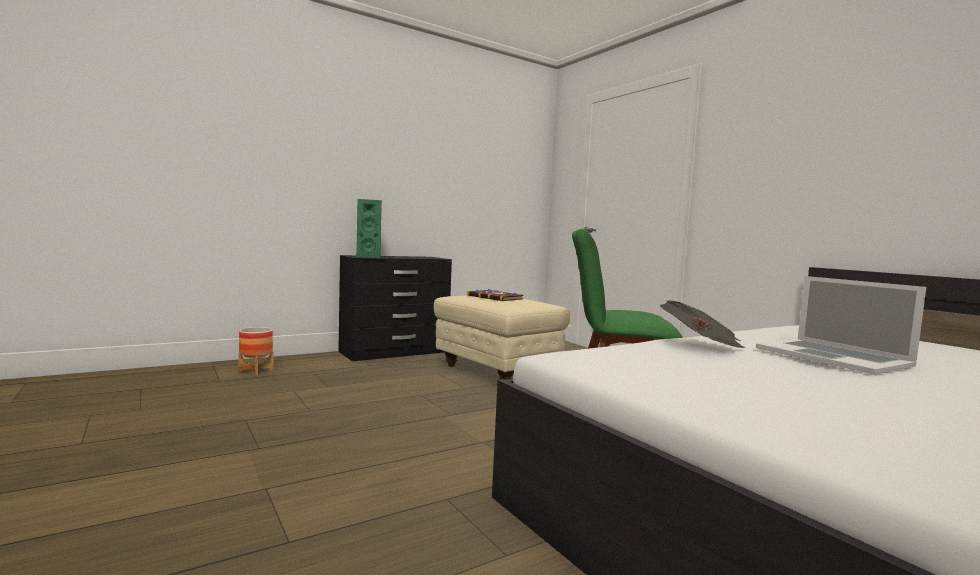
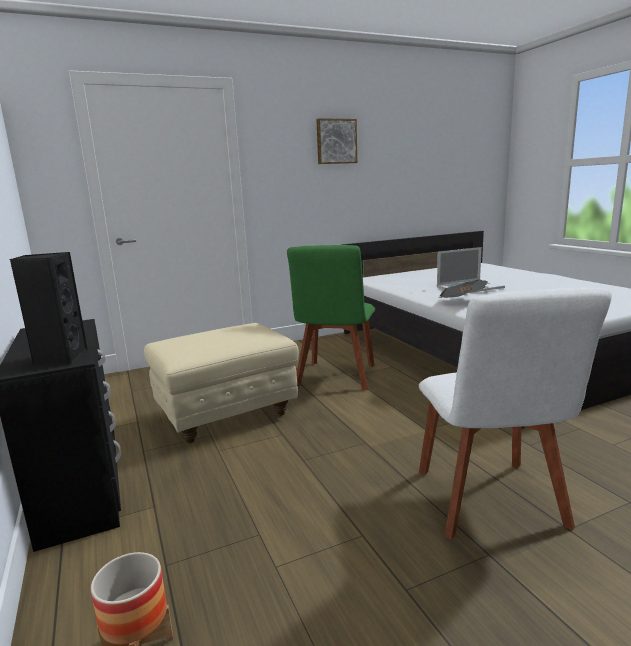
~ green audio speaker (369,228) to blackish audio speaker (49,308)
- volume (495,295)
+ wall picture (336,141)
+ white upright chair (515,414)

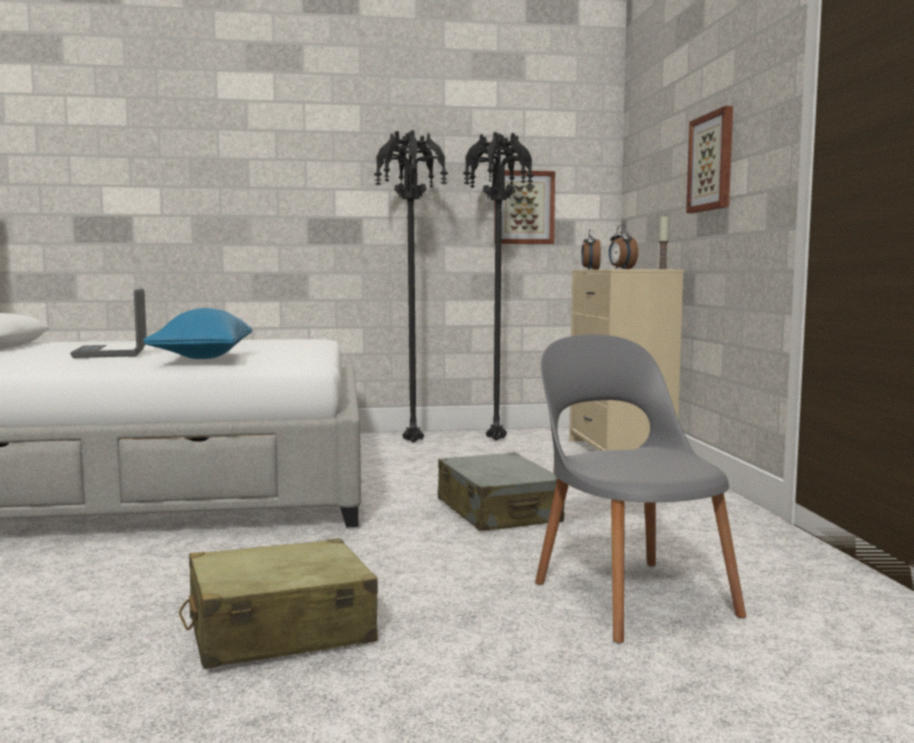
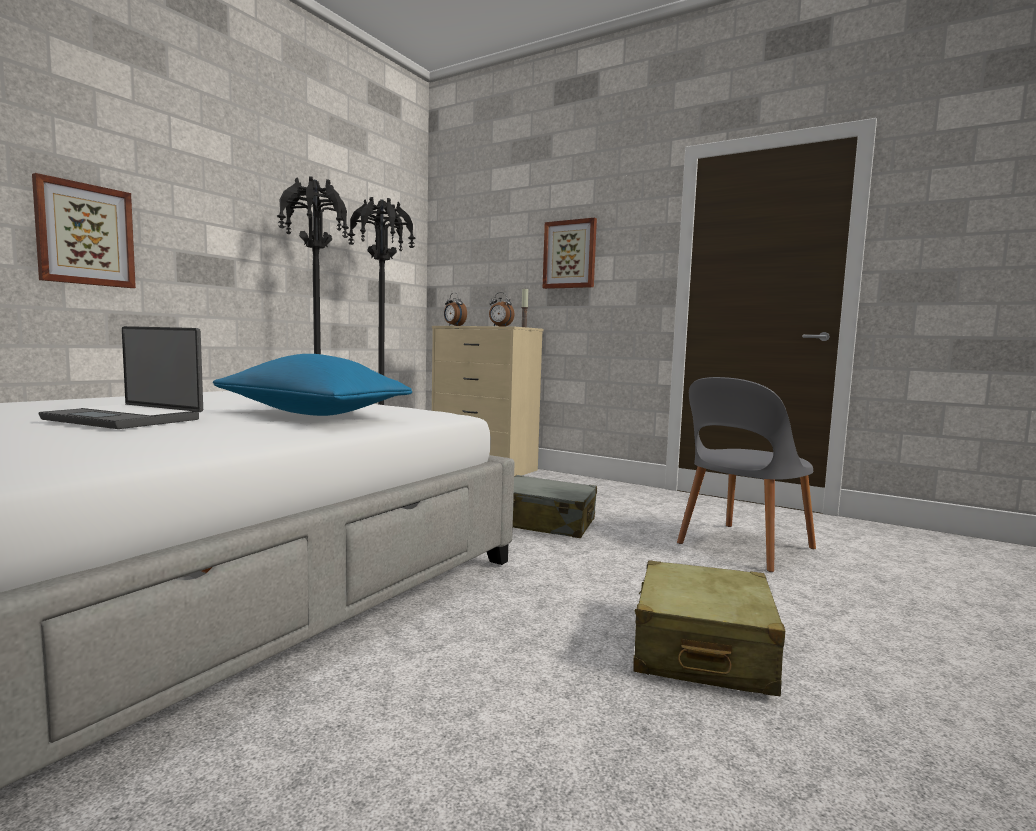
~ wall picture (524,207) to (84,230)
~ greyish upright chair (640,489) = (746,474) 60 degrees counterclockwise

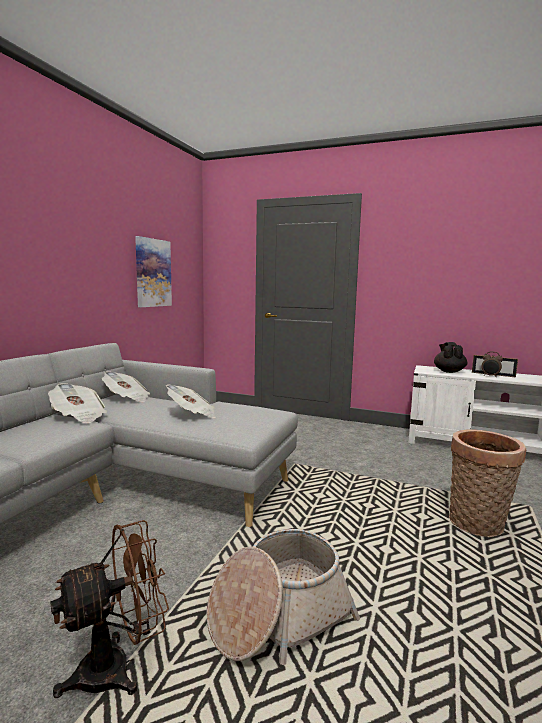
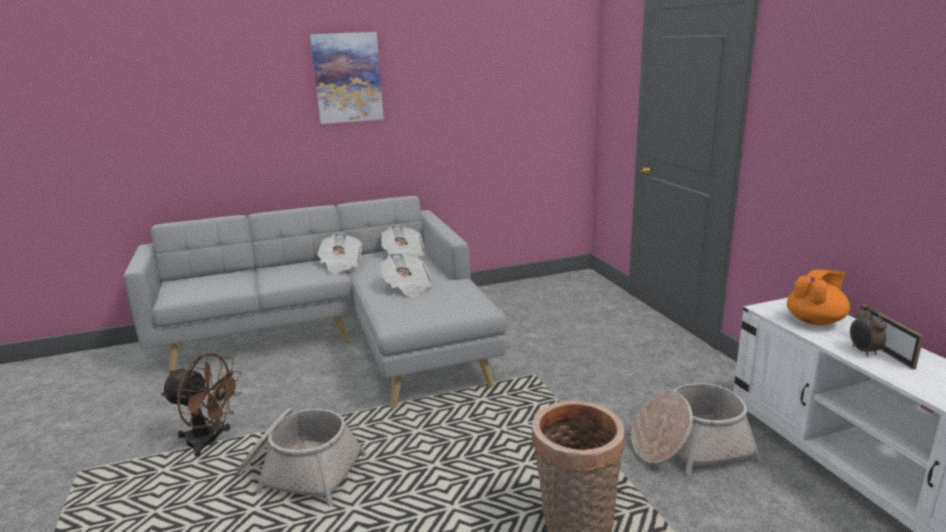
~ wall picture (153,271) to (347,78)
~ blackish pot for tea (450,357) to orangey pot for tea (818,297)
+ household basket (696,429)

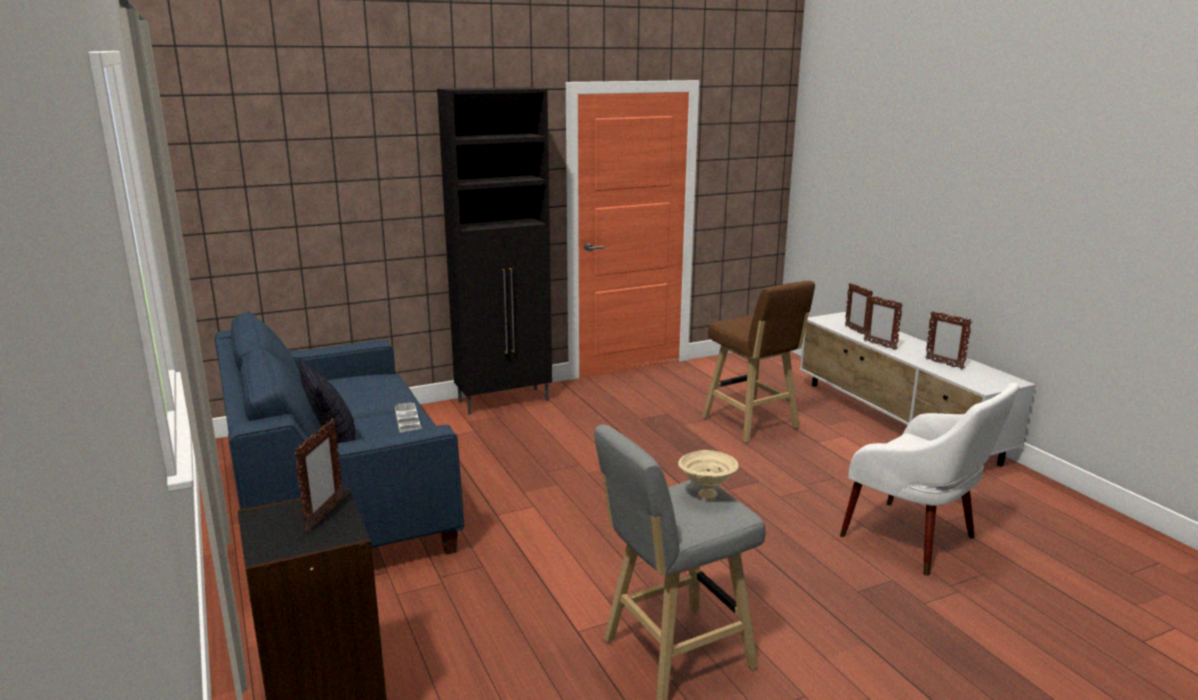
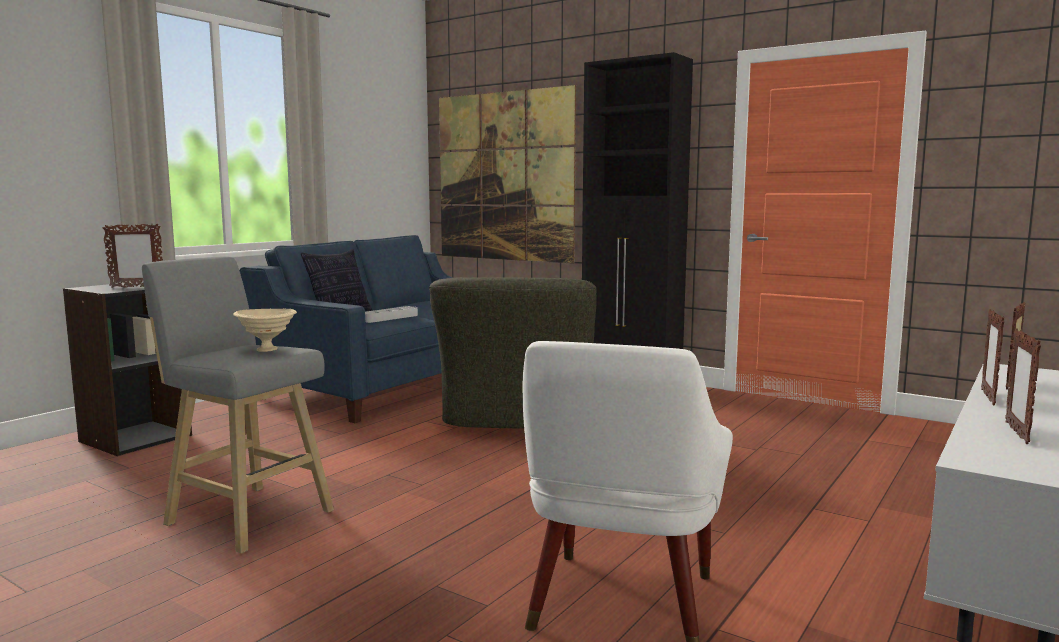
- brown-coloured stool (758,362)
+ green armchair (513,353)
+ wall picture (507,174)

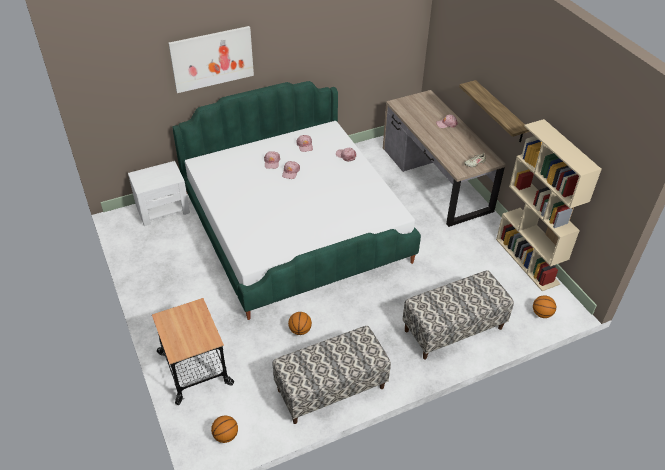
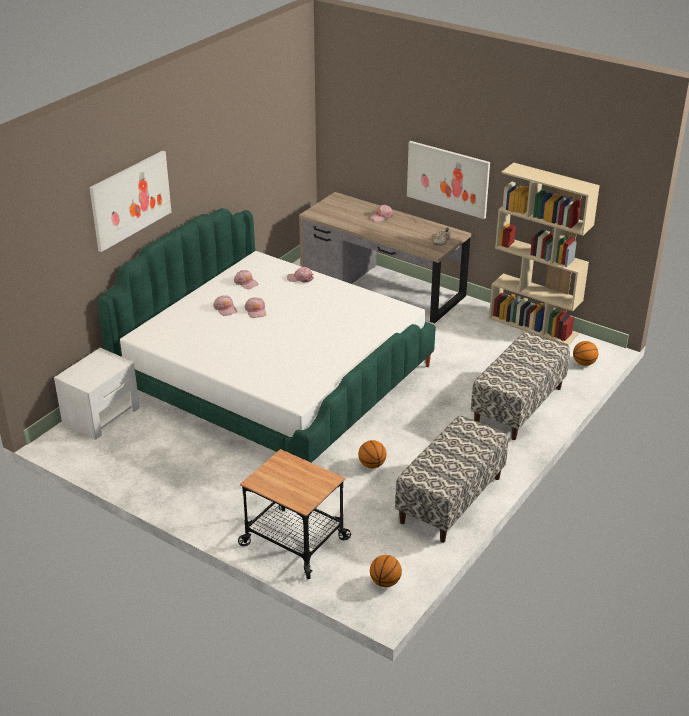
~ bracket shelf (494,111) to wall picture (448,180)

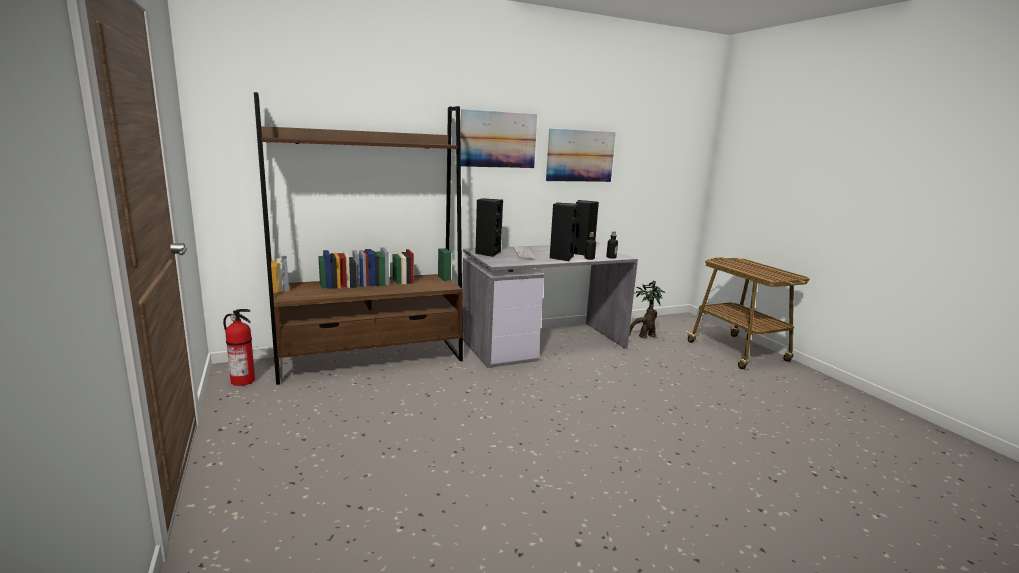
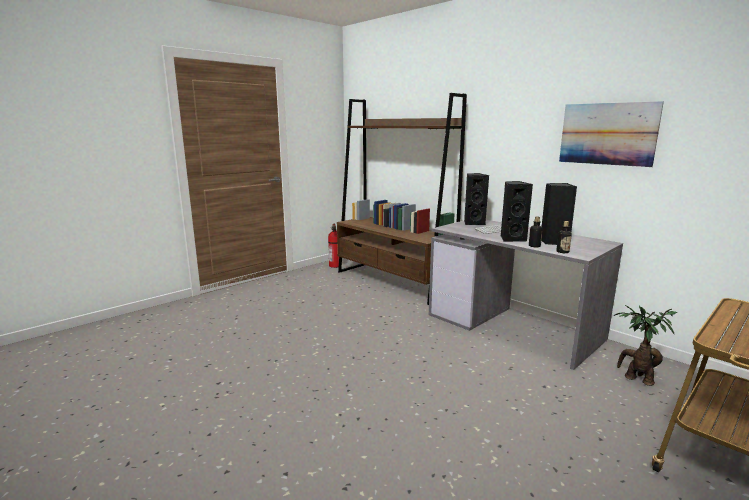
- wall picture (498,138)

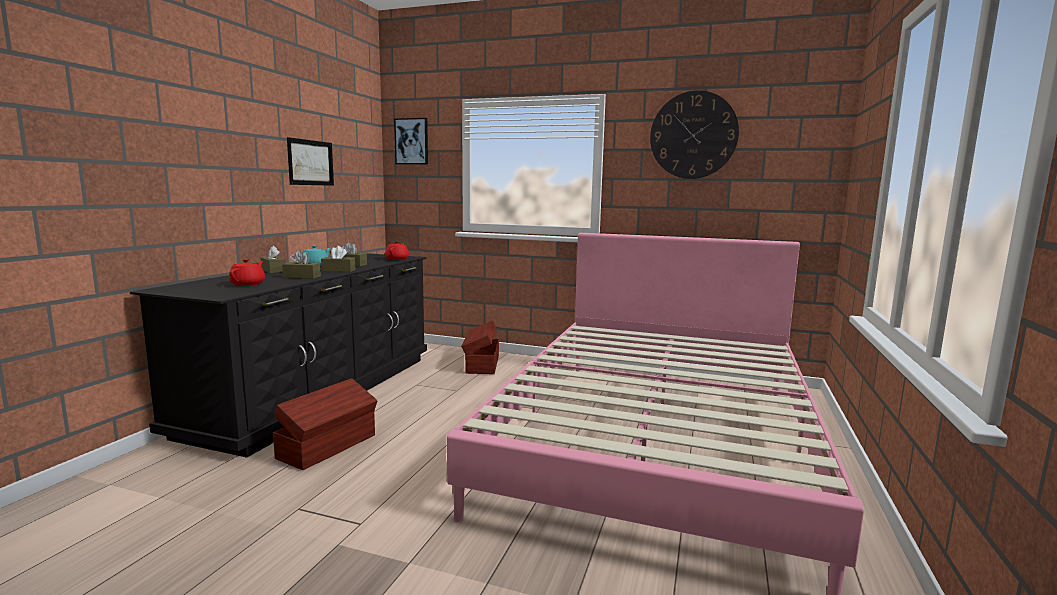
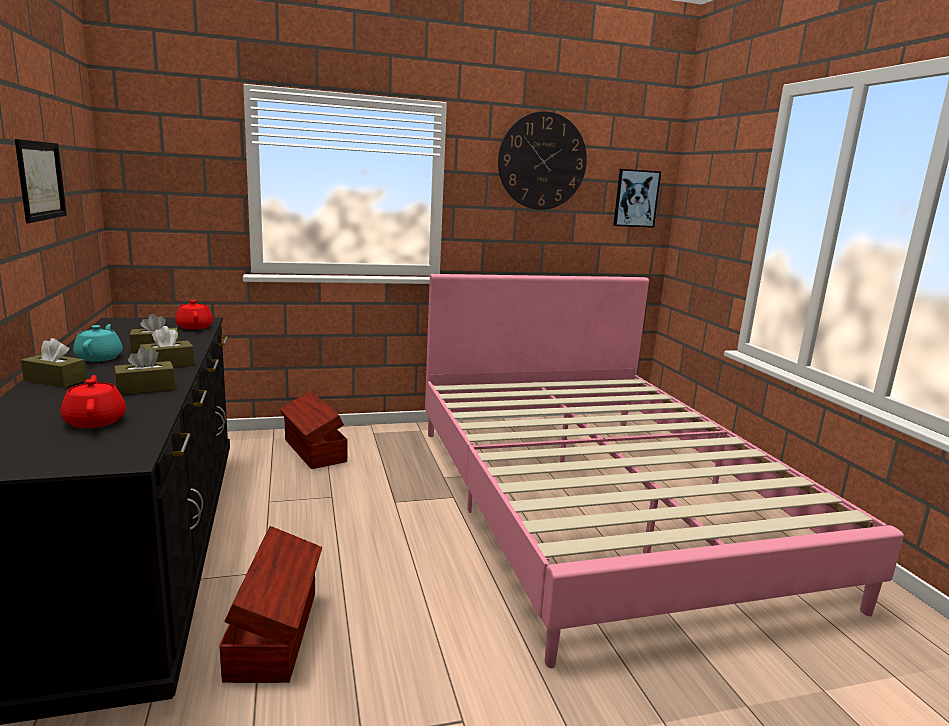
~ wall picture (411,141) to (637,198)

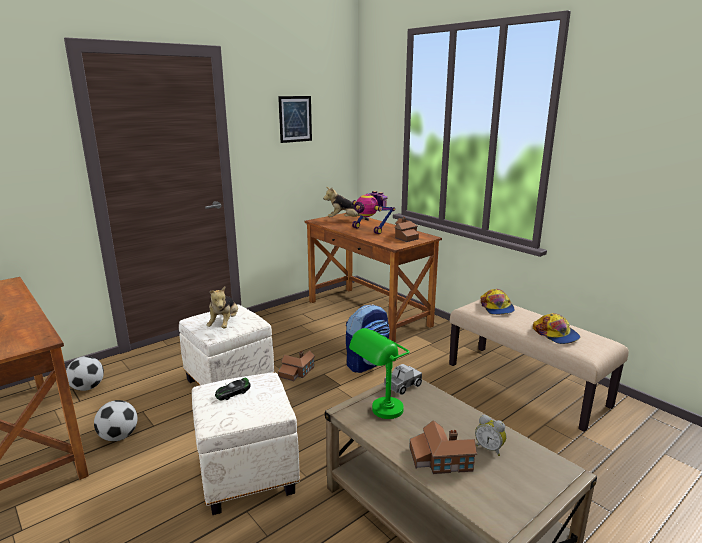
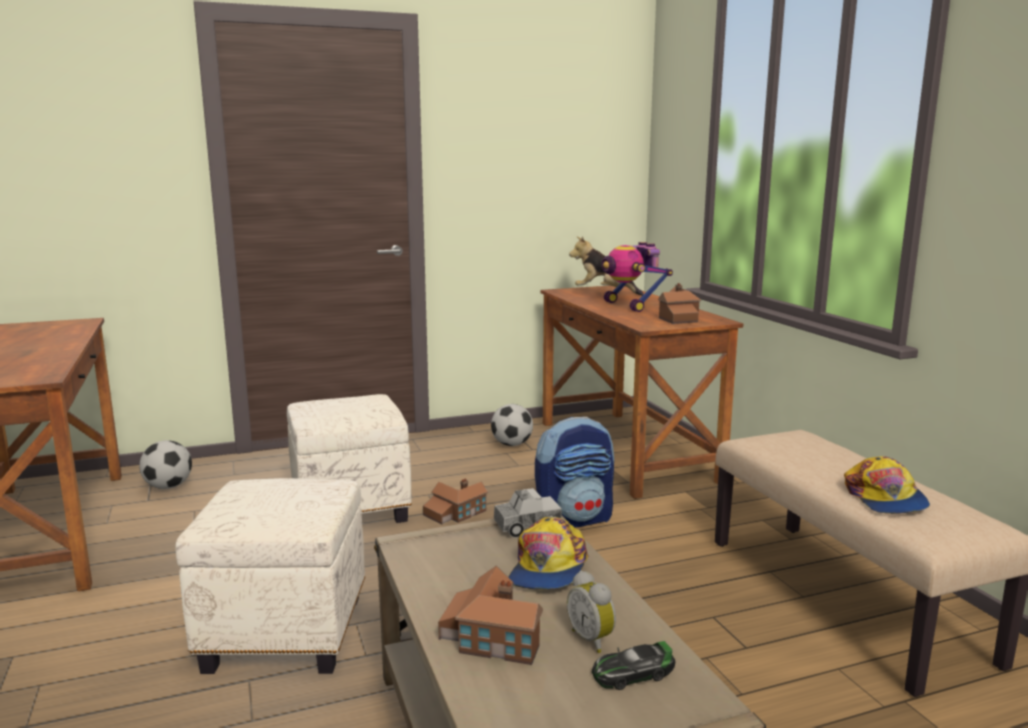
~ ball for football (116,420) to (512,425)
- soft toy (222,307)
~ model car (233,388) to (633,665)
- wall picture (295,119)
- green table lamp (379,373)
~ cap (497,302) to (548,553)

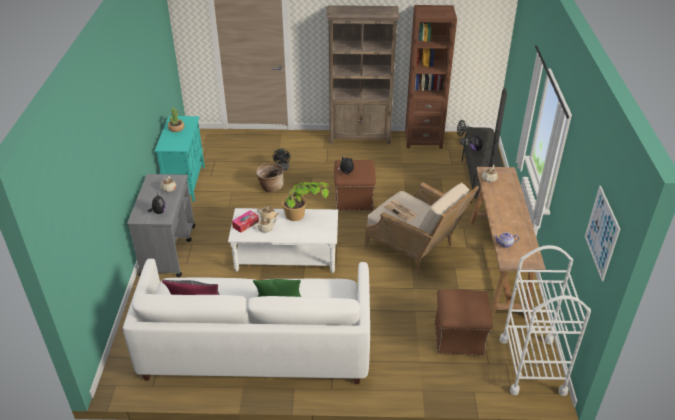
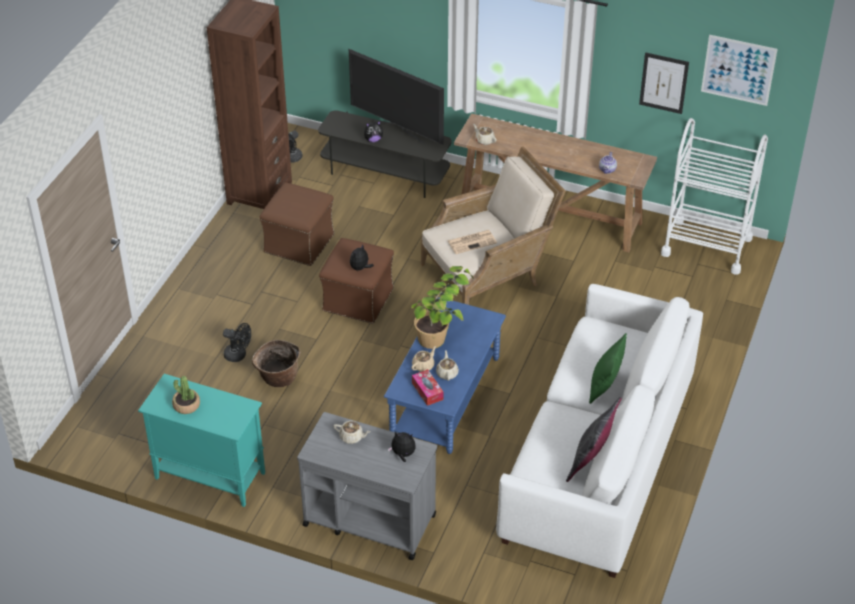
~ white coffee table (283,240) to bluish coffee table (445,375)
- brown-coloured bookshelf (363,74)
~ brown-coloured footrest (463,322) to (297,224)
+ wall picture (664,83)

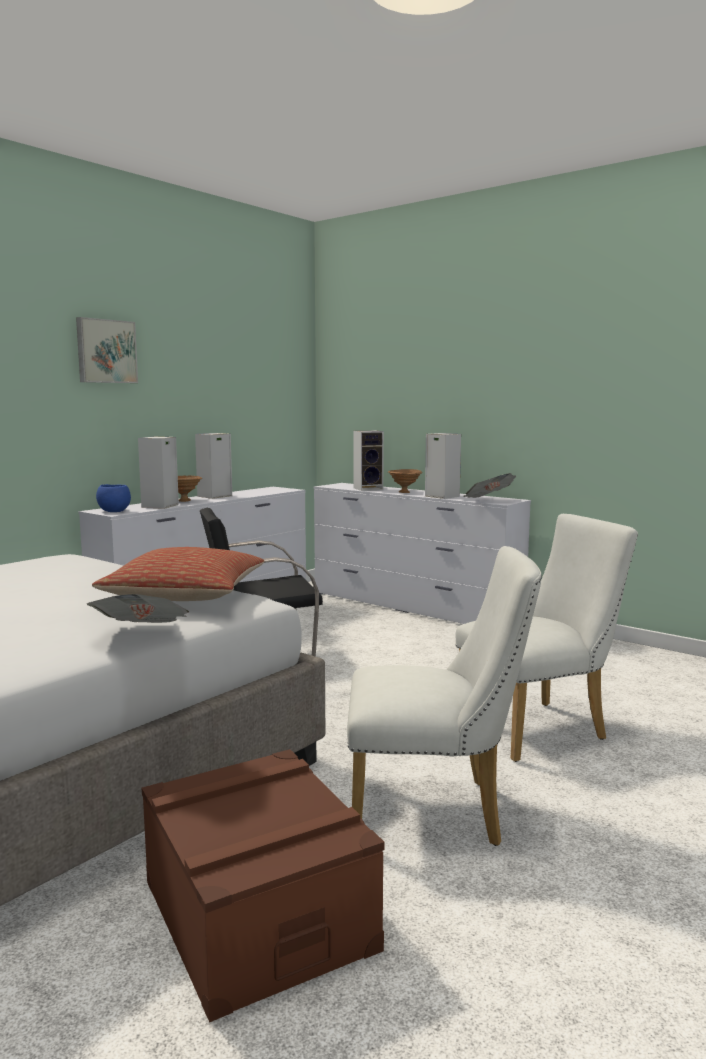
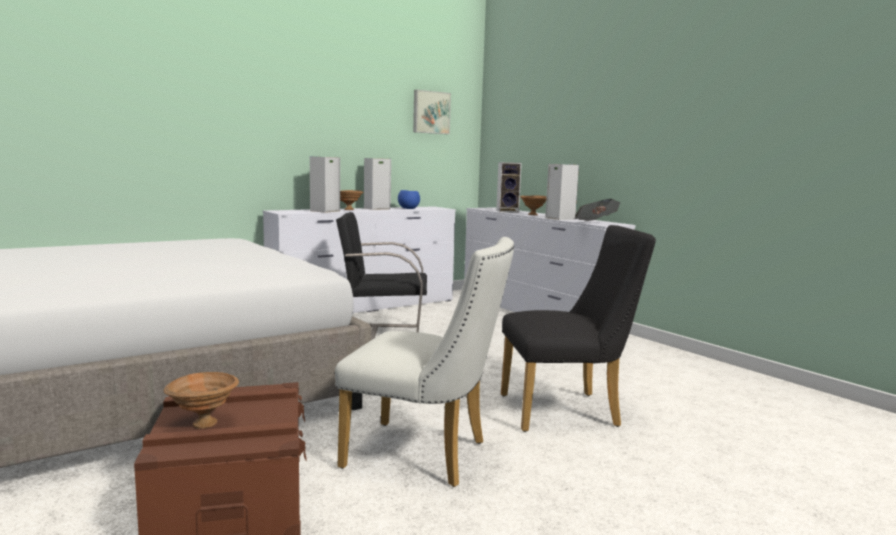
~ wall picture (107,350) to (432,112)
- daily paper (138,608)
- pillow (178,574)
~ bluish serving bowl (113,498) to (409,199)
~ white upright chair (547,638) to blackish upright chair (578,328)
+ brown-coloured serving bowl (201,400)

